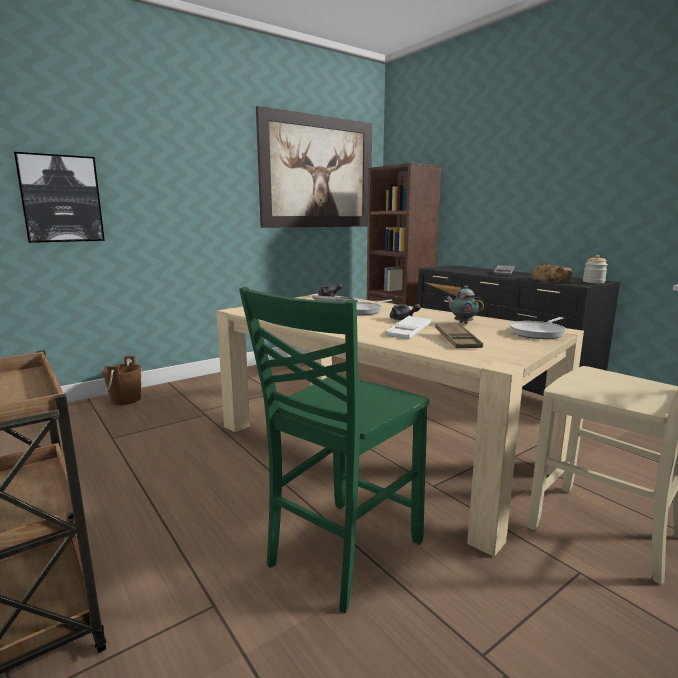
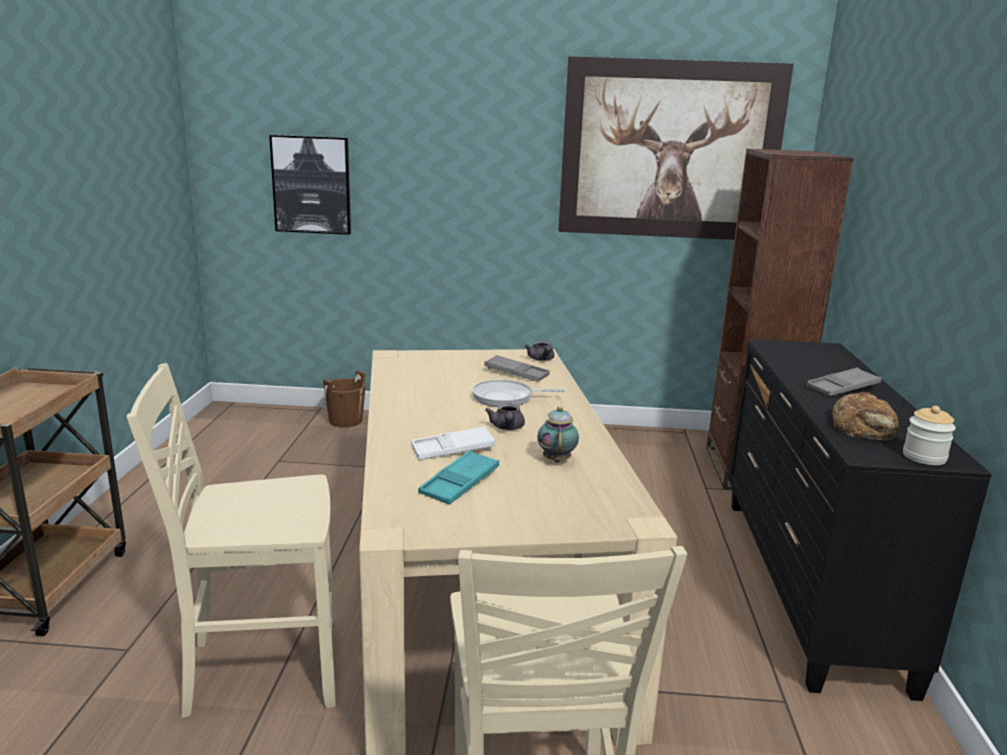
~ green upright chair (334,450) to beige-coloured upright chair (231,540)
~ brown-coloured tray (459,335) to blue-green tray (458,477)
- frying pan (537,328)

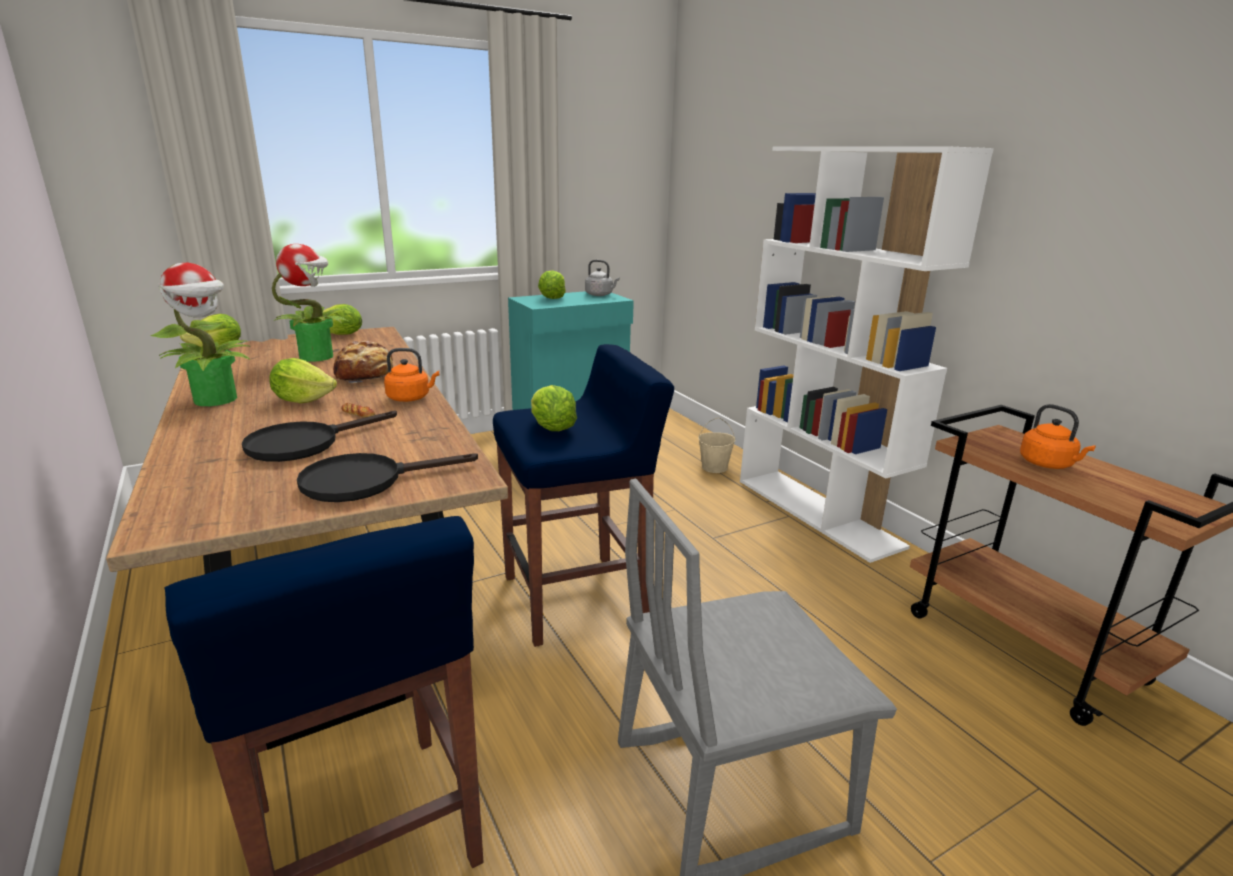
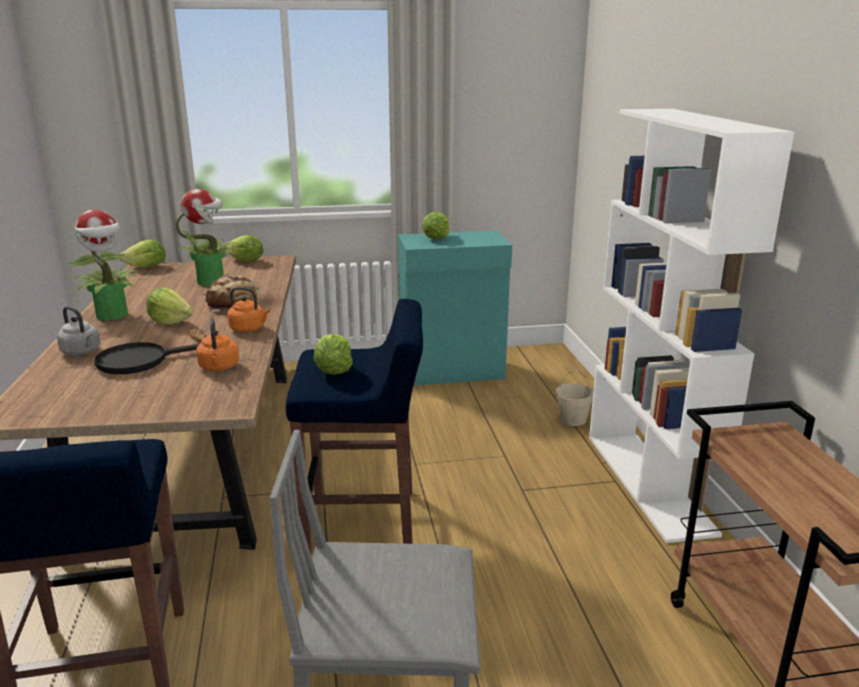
- blackish frying pan (387,477)
~ greyish tea kettle (602,278) to (79,330)
~ orangey tea kettle (1058,436) to (217,344)

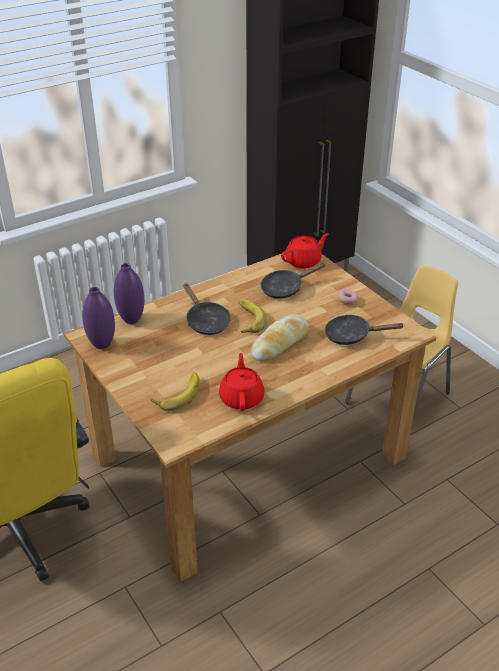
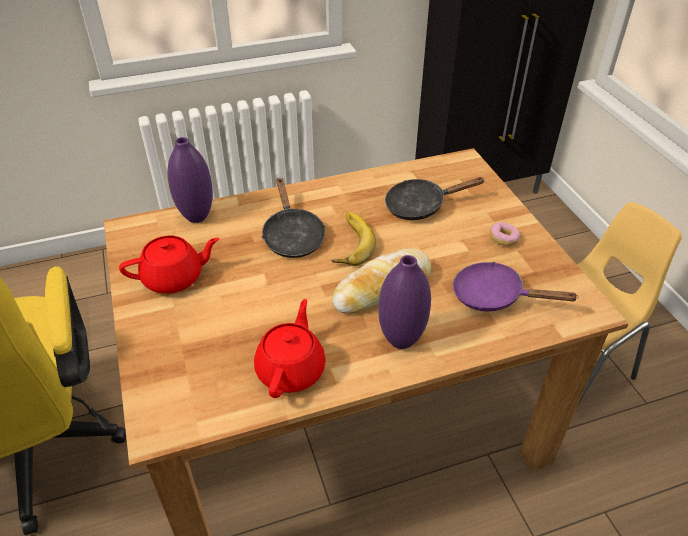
~ purple-coloured decorative vase (98,318) to (404,302)
- banana (175,391)
~ reddish pot for tea (305,251) to (169,264)
~ blackish frying pan (363,330) to purple-coloured frying pan (516,287)

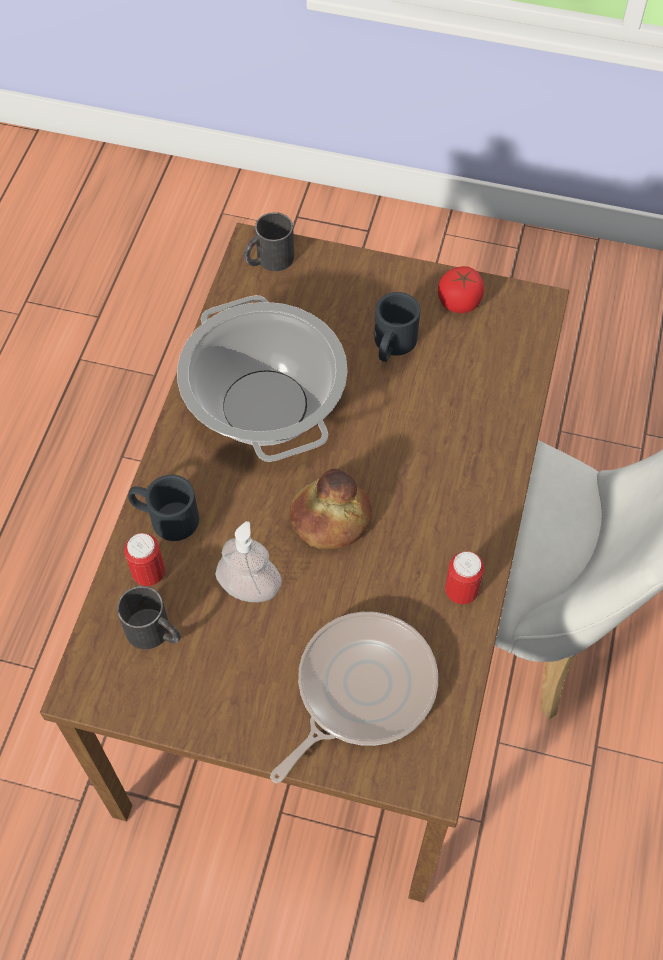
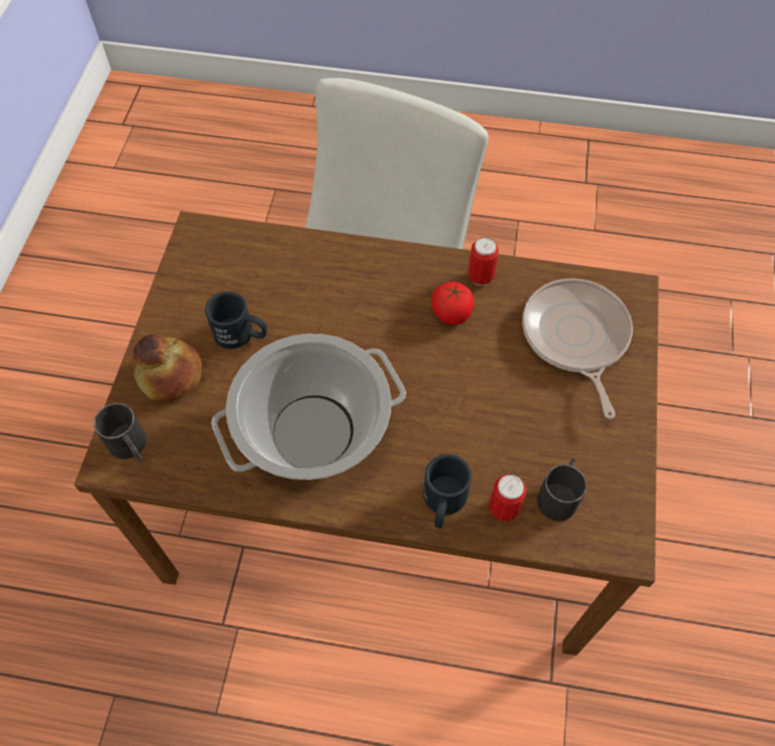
- soap dispenser (248,561)
~ frying pan (354,697) = (577,348) 45 degrees clockwise
~ baked bread (331,509) to (167,368)
~ whole tomato (461,289) to (452,303)

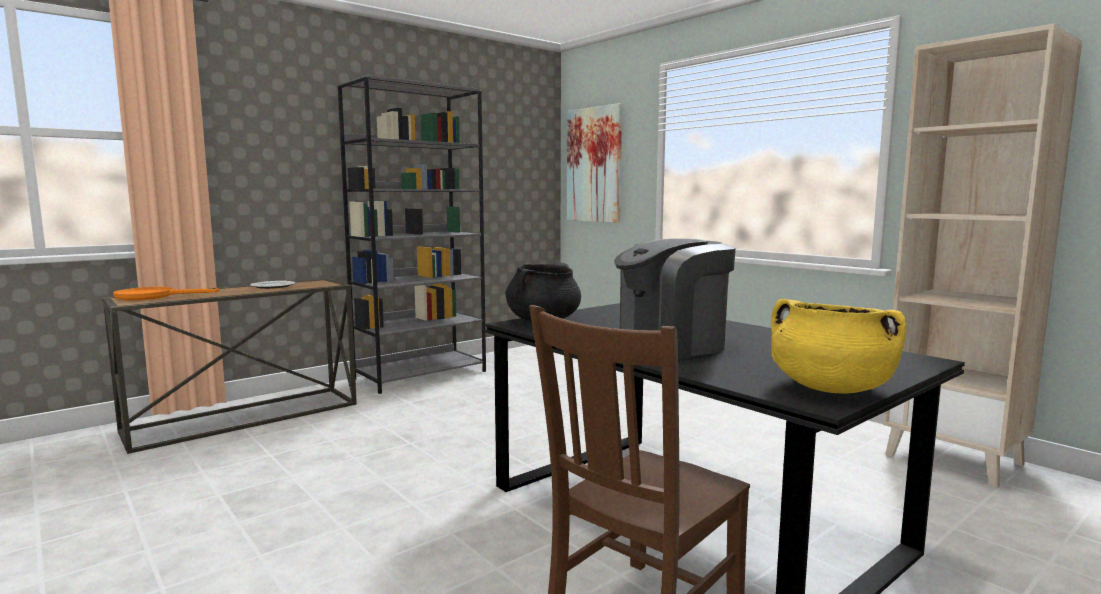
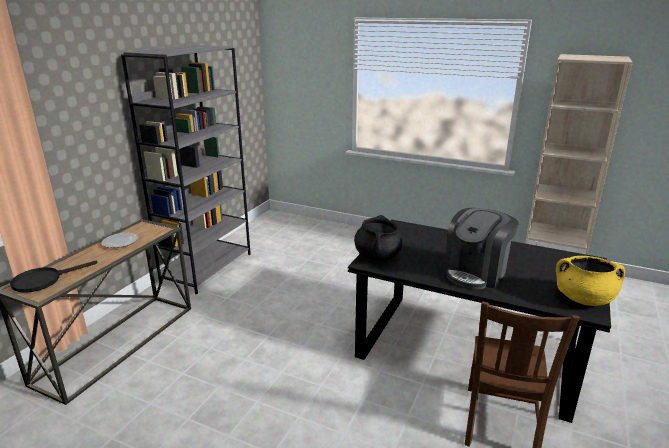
~ orangey frying pan (166,294) to blackish frying pan (53,277)
- wall picture (594,163)

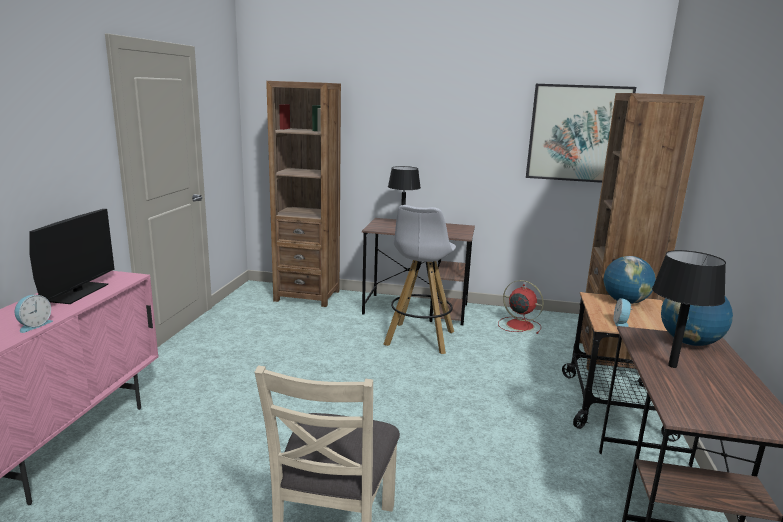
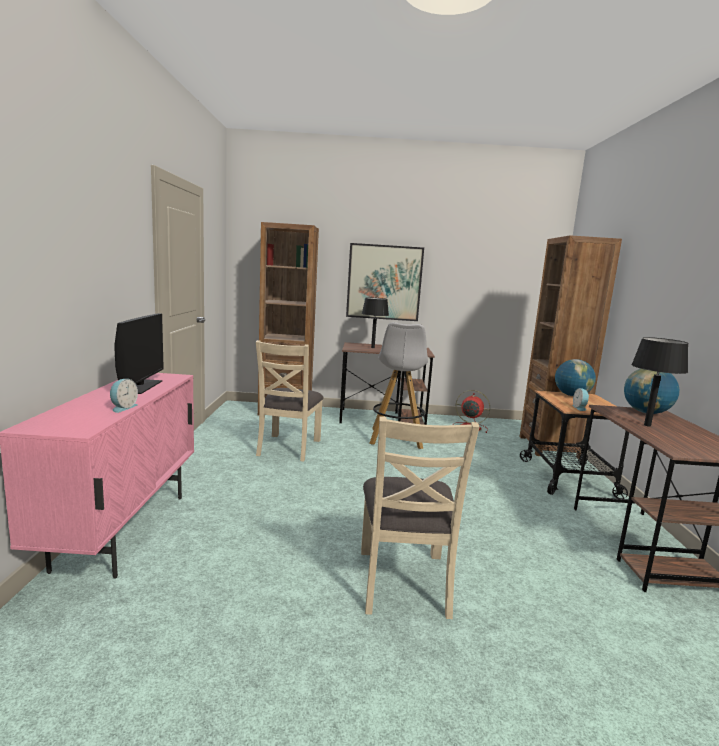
~ wall picture (581,133) to (385,282)
+ beige-coloured upright chair (290,401)

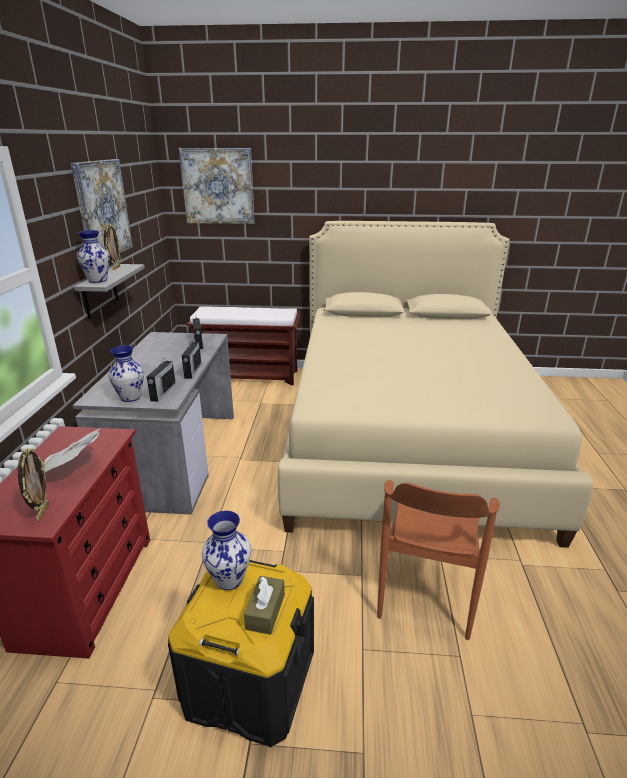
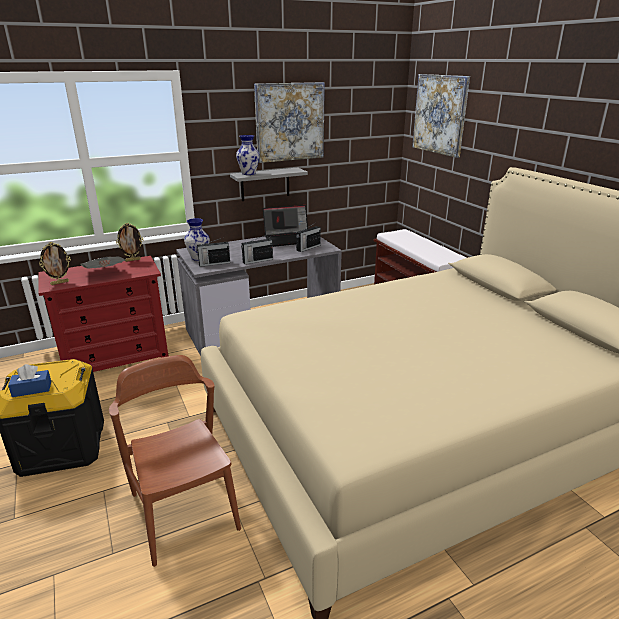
~ picture frame (112,247) to (129,242)
- decorative vase (226,550)
~ brown-coloured tissue holder (264,605) to bluish tissue holder (29,380)
~ brown-coloured upright chair (438,560) = (175,461) 75 degrees clockwise
+ portable computer (285,226)

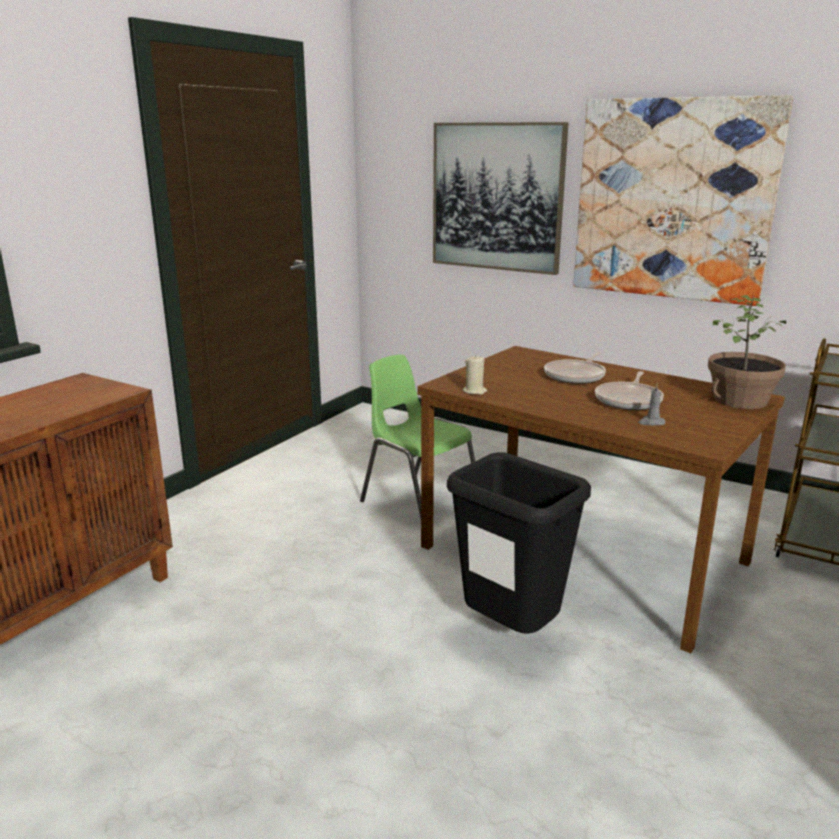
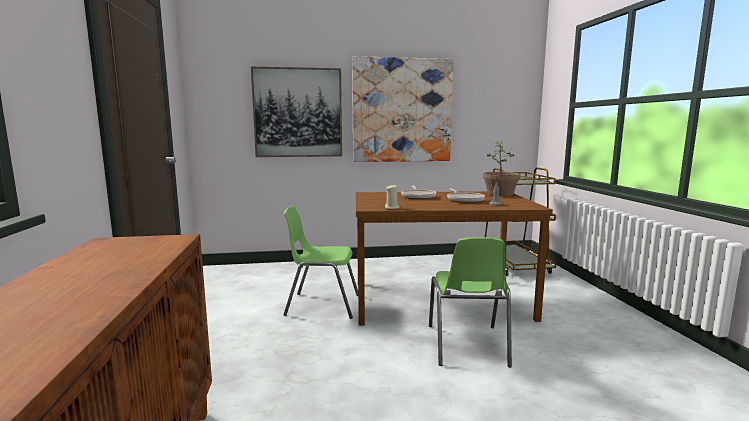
~ blackish waste bin (519,543) to green upright chair (470,302)

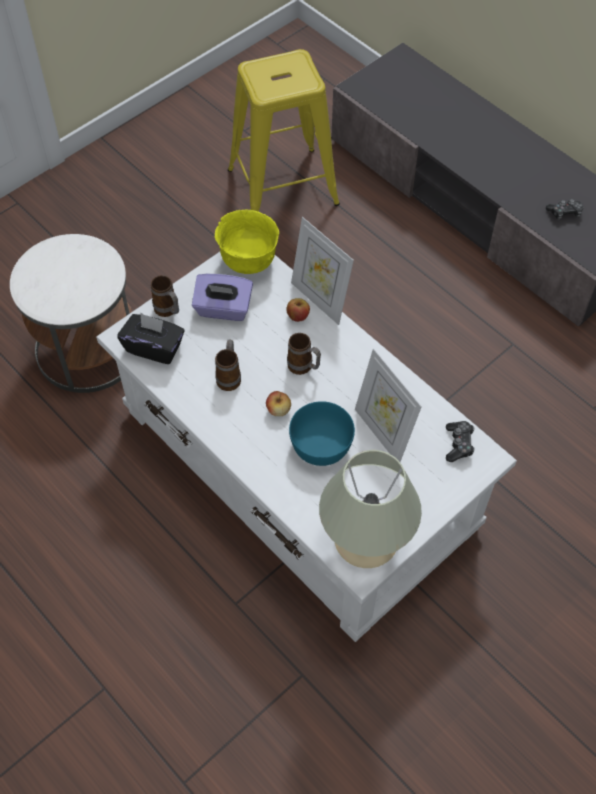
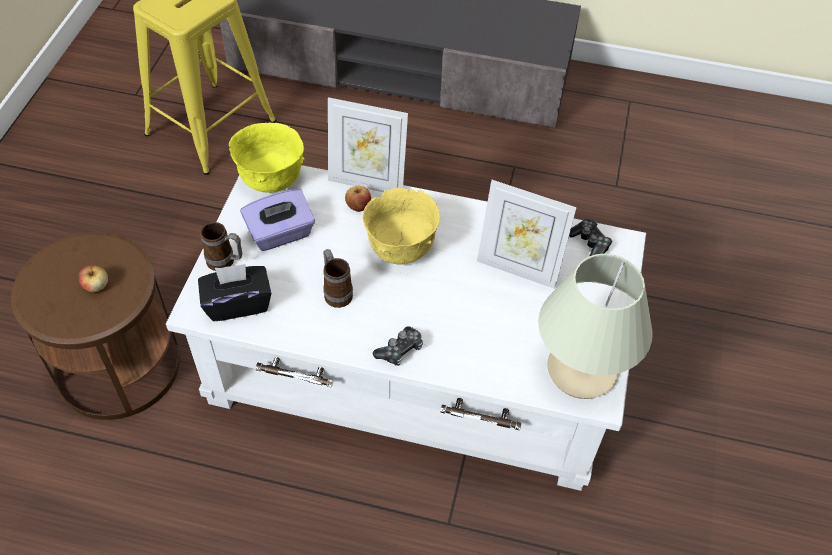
~ white side table (71,313) to brown-coloured side table (95,326)
~ apple (278,403) to (93,278)
~ coffee mug (304,354) to yellowish serving bowl (401,226)
- blue-green serving bowl (322,433)
~ game controller (565,209) to (398,346)

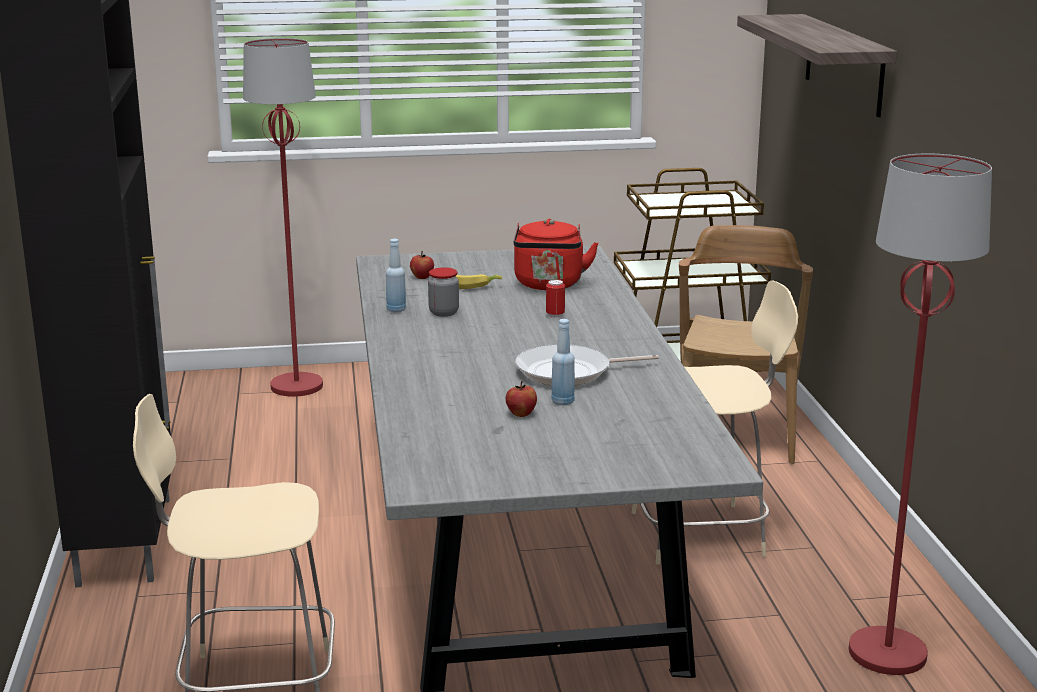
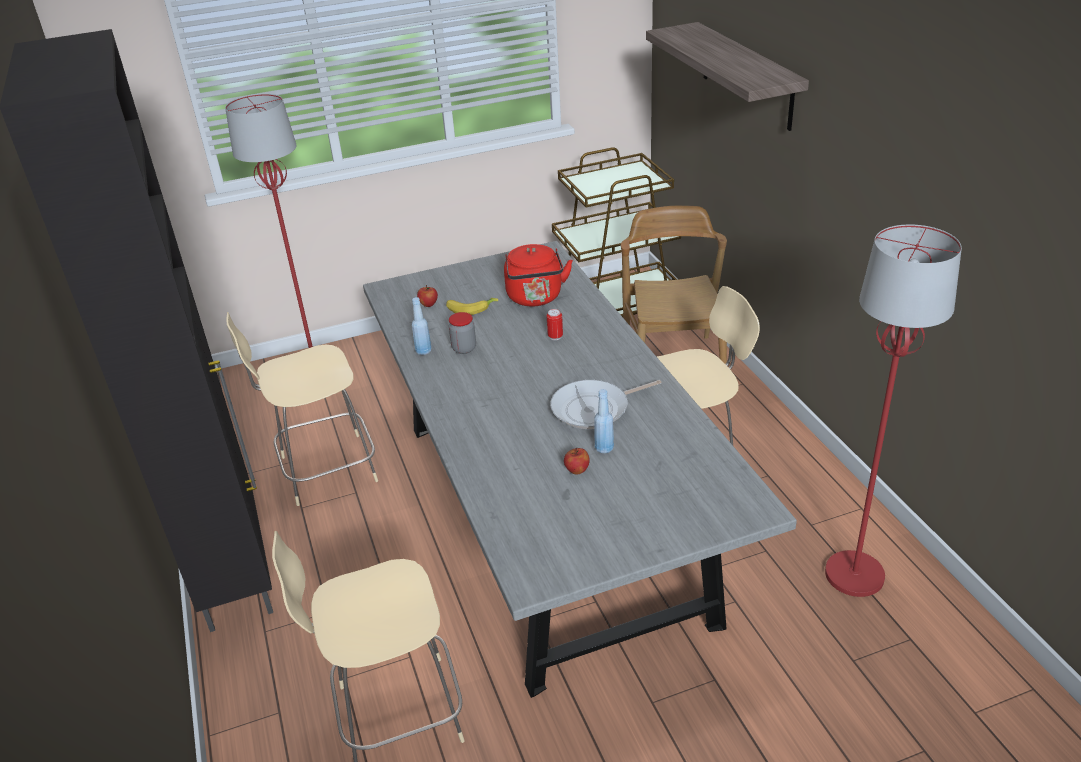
+ beige-coloured stool (302,409)

